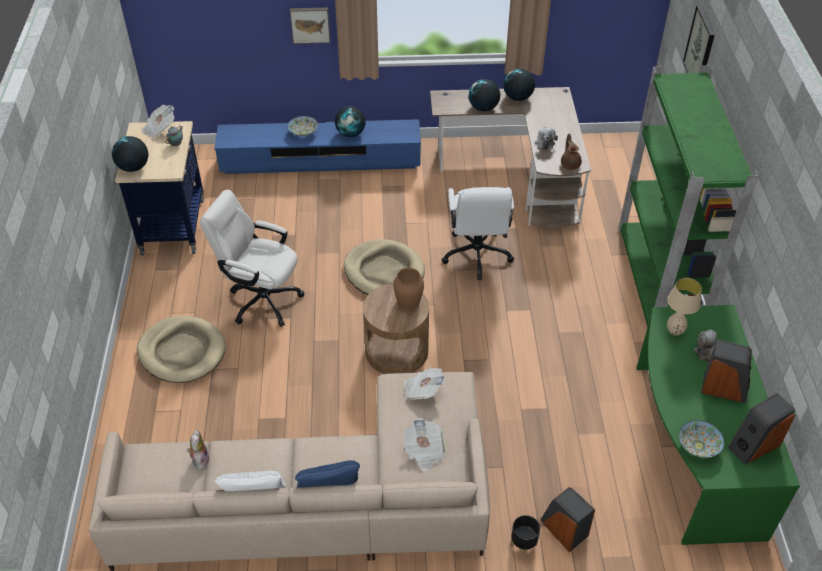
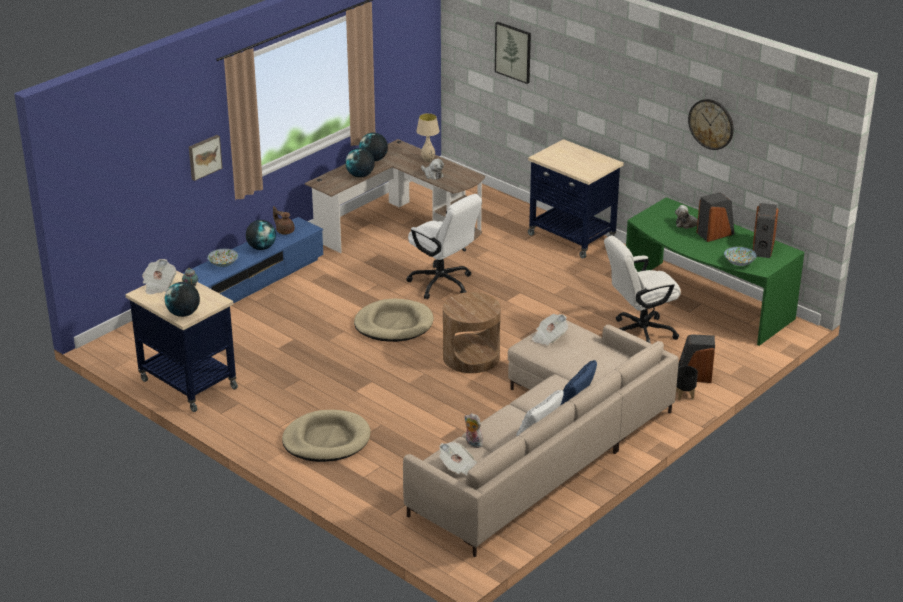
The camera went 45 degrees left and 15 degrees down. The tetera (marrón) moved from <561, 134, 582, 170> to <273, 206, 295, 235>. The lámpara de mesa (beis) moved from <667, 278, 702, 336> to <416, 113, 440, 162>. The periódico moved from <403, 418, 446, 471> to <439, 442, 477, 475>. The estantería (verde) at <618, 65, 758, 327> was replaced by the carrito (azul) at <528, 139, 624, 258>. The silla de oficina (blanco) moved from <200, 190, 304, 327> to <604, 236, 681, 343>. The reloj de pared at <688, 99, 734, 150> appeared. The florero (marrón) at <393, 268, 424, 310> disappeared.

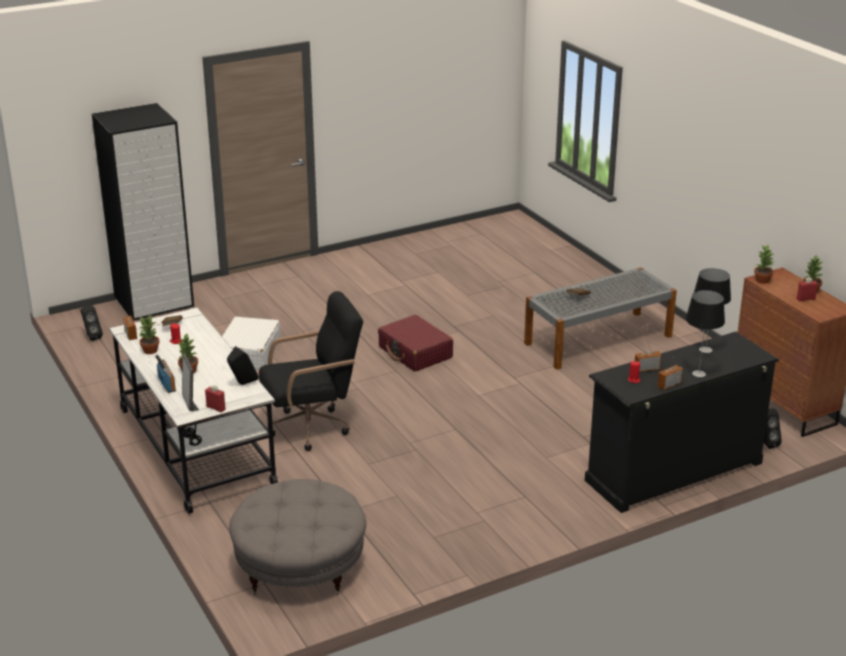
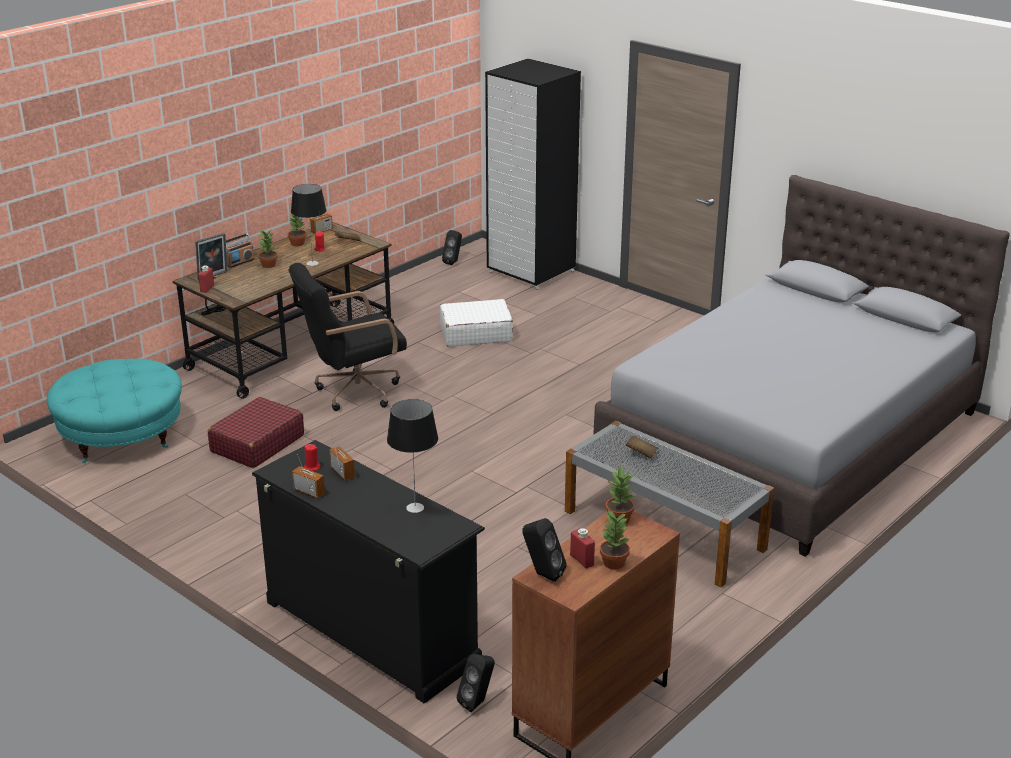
The camera went 70 degrees right and 0 degrees up. The puf (gris) at <229, 479, 366, 595> became the puf (turquesa) at <47, 359, 182, 463>. The escritorio (blanco) at <109, 308, 278, 514> became the escritorio (marrón) at <172, 222, 394, 399>. The maleta (rojo) moved from <378, 315, 453, 372> to <208, 397, 304, 468>. The silla de oficina (negro) at <259, 291, 363, 451> turned 105 degrees clockwise. The lámpara de mesa moved from <686, 290, 725, 377> to <291, 184, 327, 266>. The altavoz (negro) moved from <227, 346, 259, 385> to <522, 518, 567, 582>. The cama (gris) at <593, 175, 1010, 557> appeared.

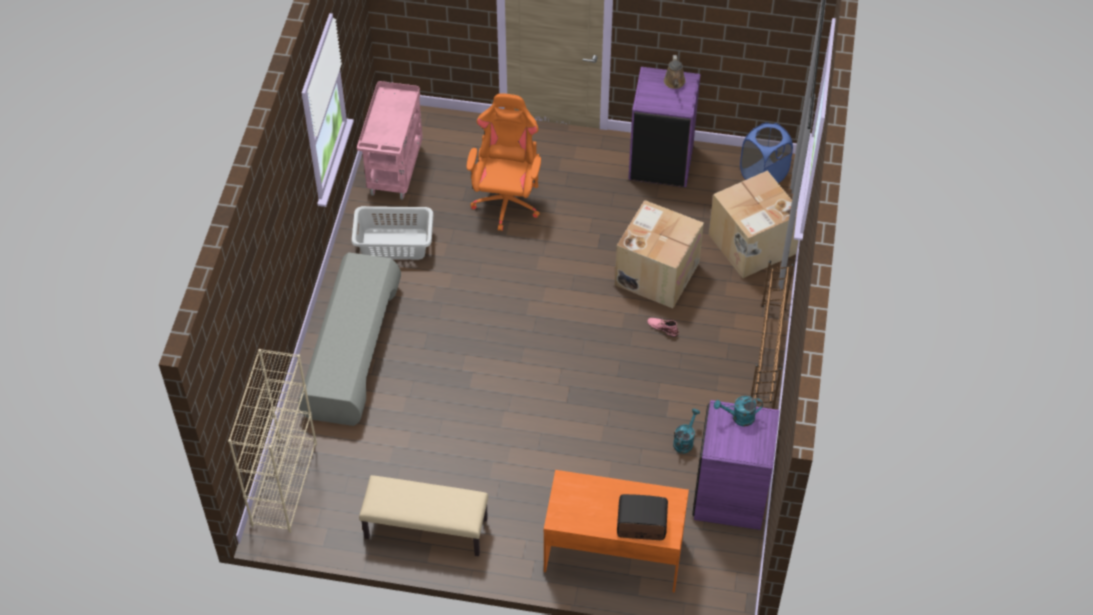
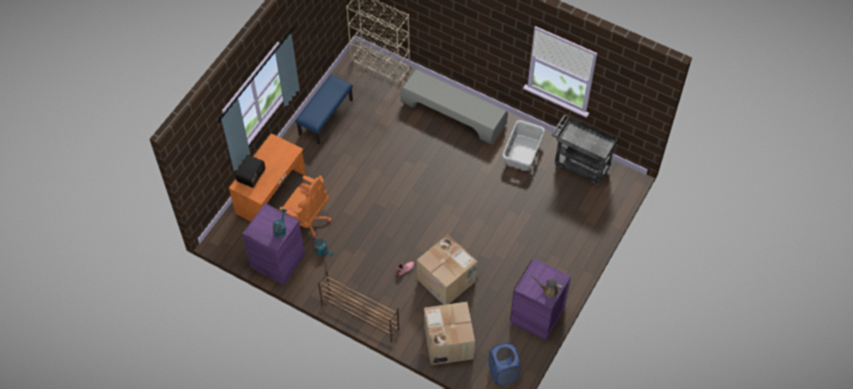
The camera went 110 degrees right and 5 degrees up. The silla de oficina (naranja) moved from <467, 93, 541, 231> to <279, 175, 331, 240>. The banco (beis) at <359, 475, 488, 556> became the banco (azul) at <295, 75, 353, 145>. The carrito (rosa) at <357, 81, 423, 200> became the carrito (negro) at <552, 115, 617, 184>.

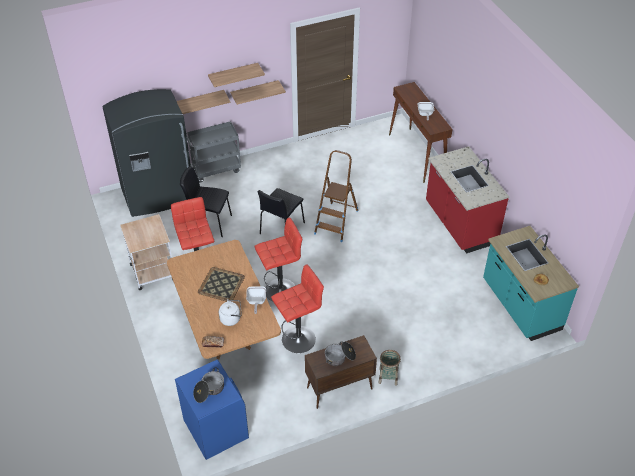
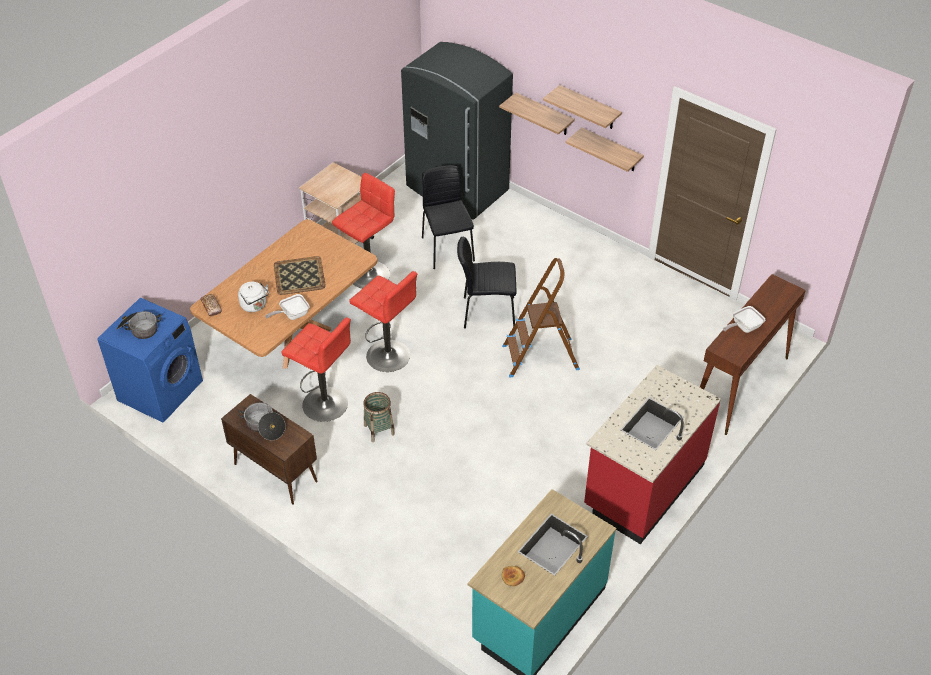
The camera went 60 degrees right and 0 degrees up. The cesta moved from <378, 350, 401, 385> to <363, 392, 395, 442>. The carrito (gris) at <186, 121, 241, 183> disappeared.

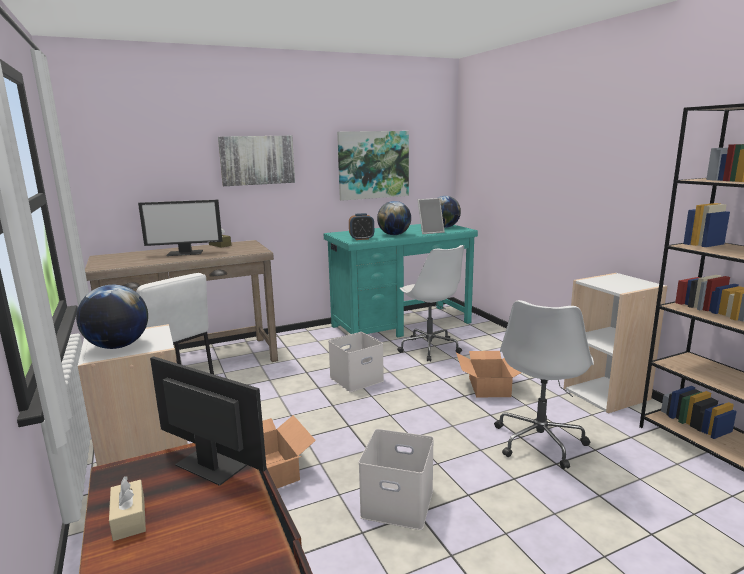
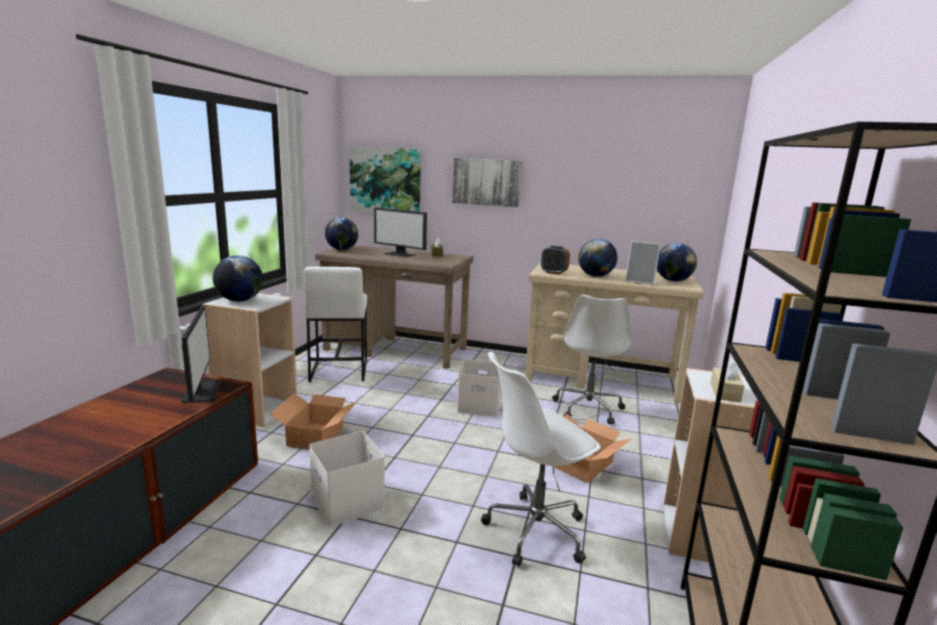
The camera went 40 degrees right and 0 degrees up. The globo terráqueo at <325, 217, 358, 250> appeared. The cuadro moved from <337, 131, 409, 201> to <349, 146, 421, 213>. The escritorio (turquesa) at <324, 224, 478, 337> became the escritorio (beis) at <525, 262, 703, 403>. The caja de pañuelos (beis) moved from <109, 476, 146, 541> to <710, 360, 744, 403>.

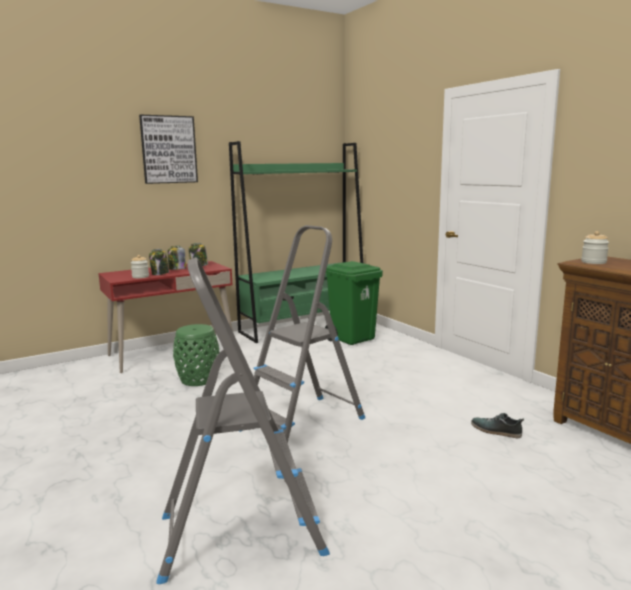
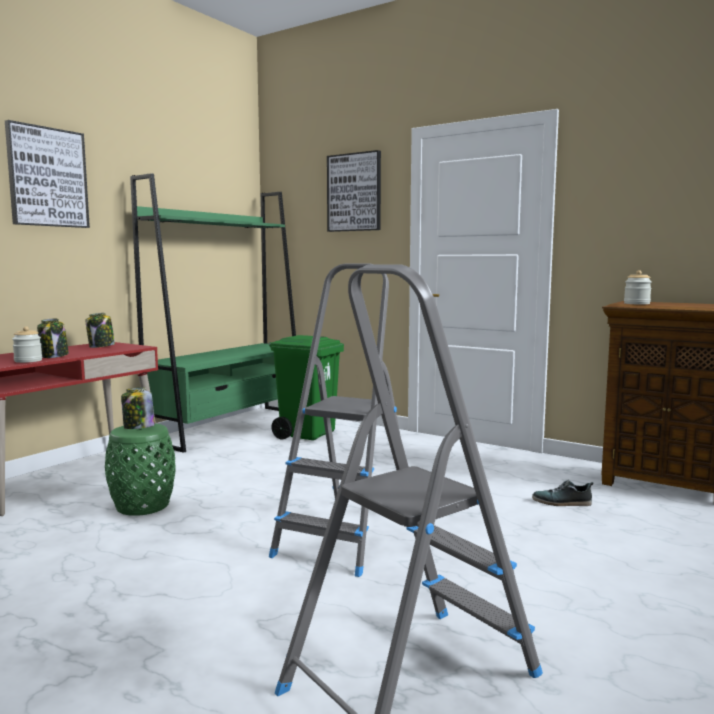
The camera went 25 degrees left and 5 degrees down. The tarro moved from <168, 246, 186, 270> to <121, 388, 155, 429>. The cuadro at <327, 150, 381, 232> appeared.

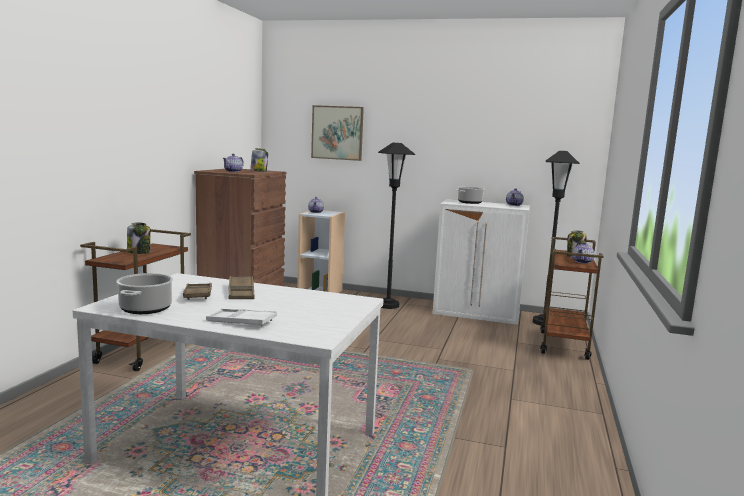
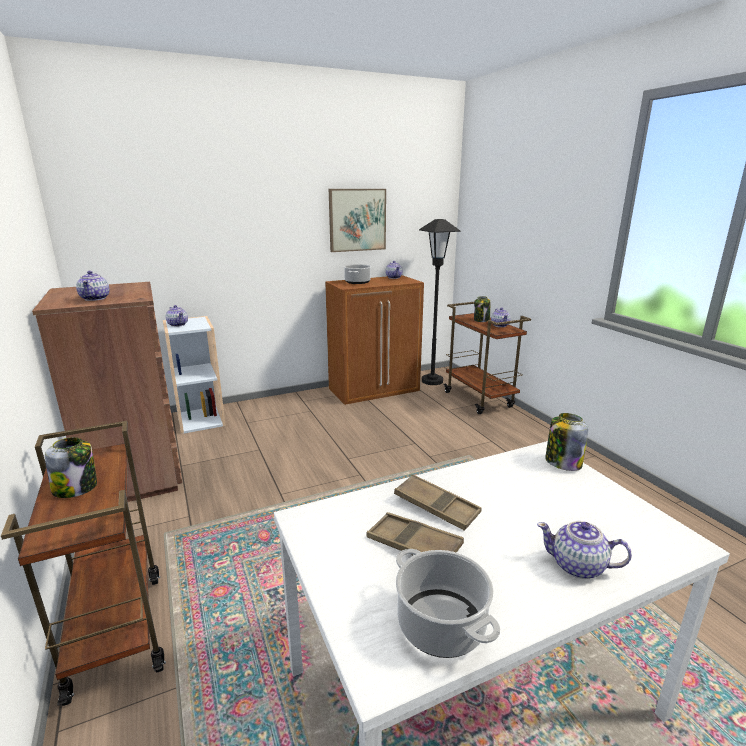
The camera went 40 degrees left and 10 degrees up. The armario (blanco) at <433, 199, 530, 325> became the armario (marrón) at <325, 275, 424, 405>. The cuadro moved from <311, 105, 364, 161> to <329, 189, 386, 252>. The bandeja (blanco) at <206, 308, 277, 326> was replaced by the tetera at <537, 521, 632, 579>. The tarro moved from <250, 148, 268, 172> to <545, 413, 588, 471>. The lámpara de pie (negro) at <378, 143, 415, 309> disappeared.

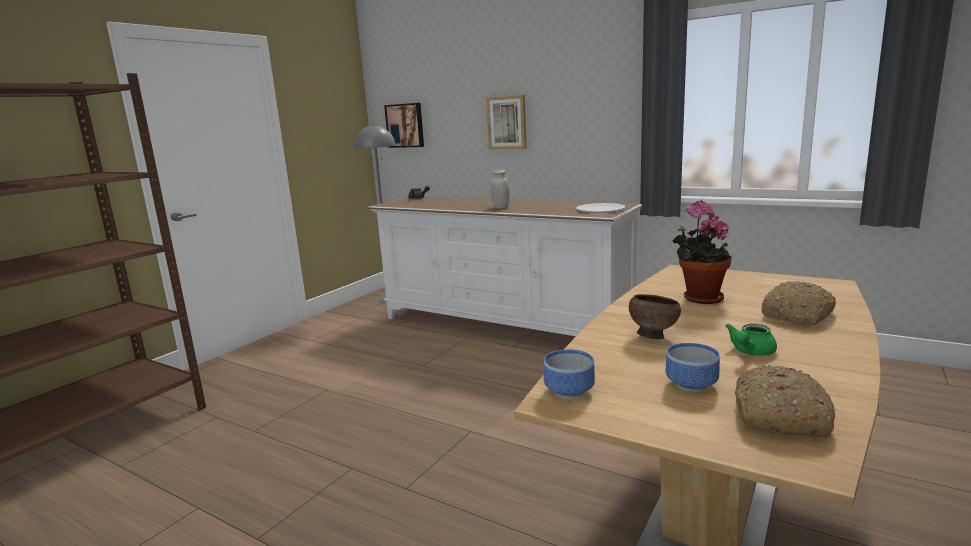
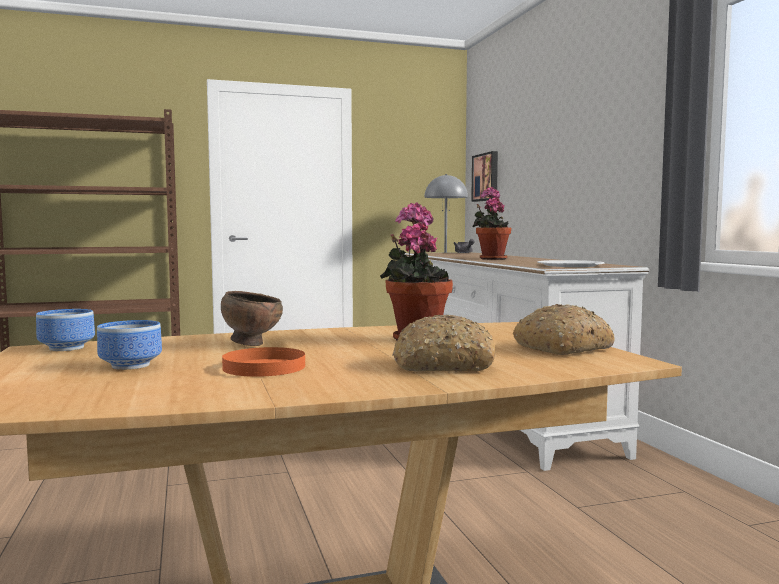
The camera went 40 degrees right and 10 degrees down. The tetera (verde) at <725, 323, 777, 356> was replaced by the plato (naranja) at <222, 347, 305, 377>. The tarro (blanco) at <491, 170, 509, 208> was replaced by the planta en maceta at <472, 187, 511, 260>. The pan moved from <735, 365, 836, 437> to <513, 304, 614, 355>. The cuadro at <486, 95, 527, 150> disappeared.

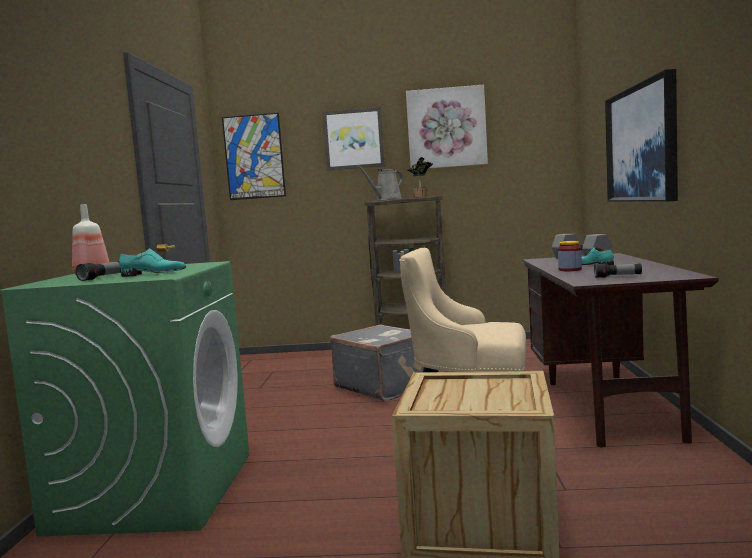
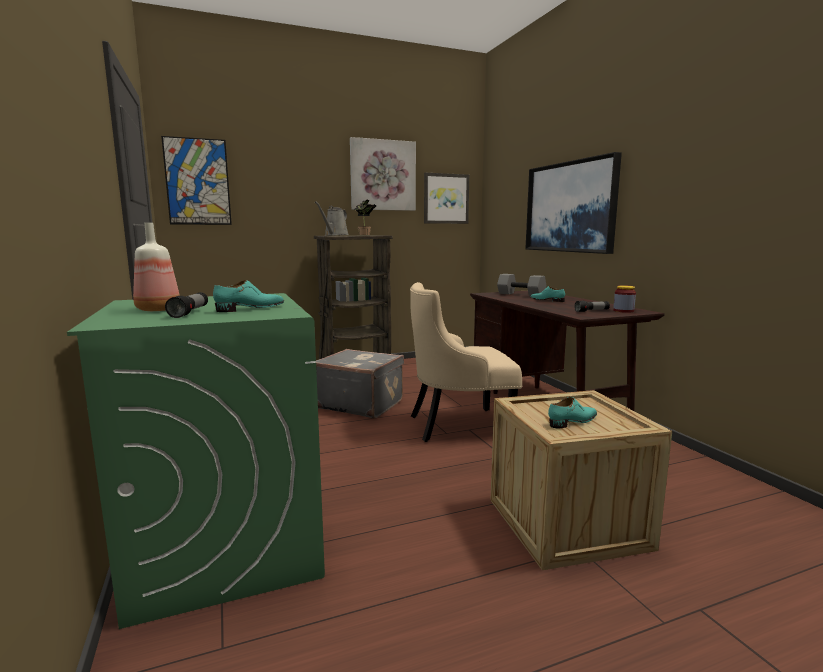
The camera went 25 degrees left and 5 degrees up. The cuadro moved from <322, 107, 385, 171> to <424, 173, 469, 224>. The zapato (turquesa) at <548, 397, 597, 428> appeared. The tarro moved from <558, 241, 582, 271> to <613, 285, 636, 313>.

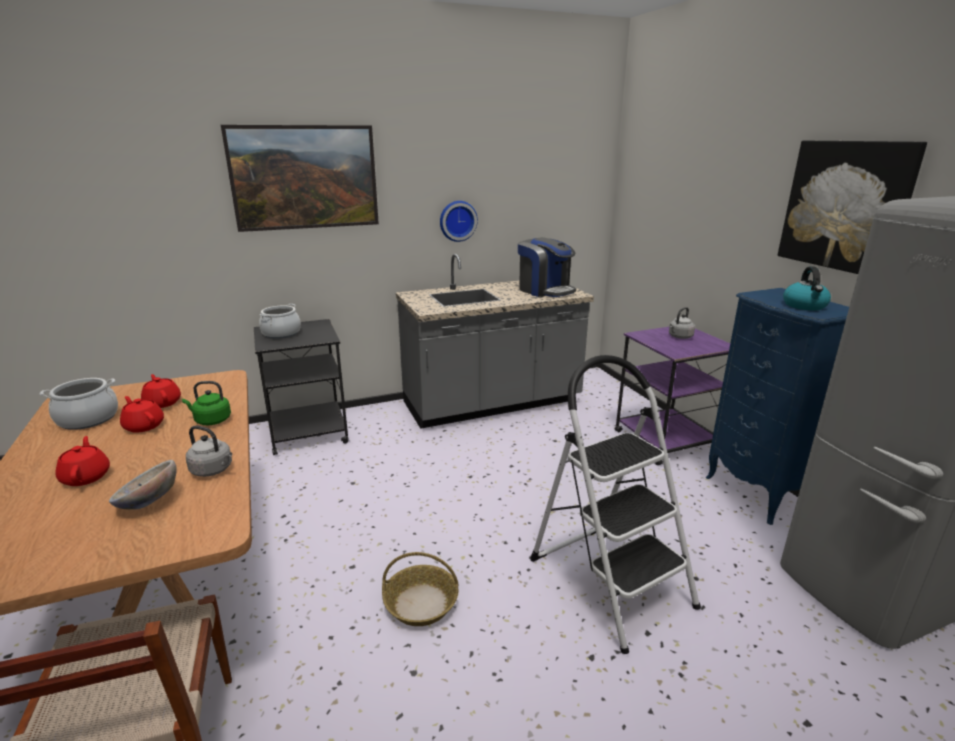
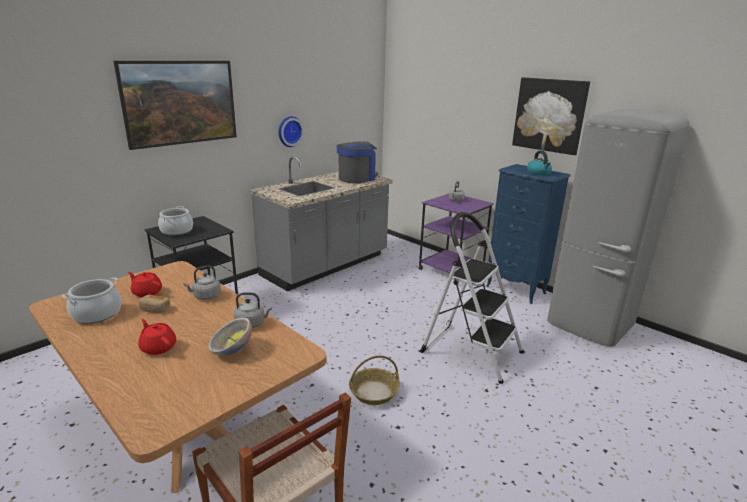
The camera went 25 degrees left and 0 degrees up. The tetera (rojo) at <120, 396, 164, 433> was replaced by the pan at <139, 295, 170, 313>. The hervidor (verde) at <182, 381, 231, 425> became the hervidor (gris) at <183, 265, 221, 300>. The cafetera at <518, 237, 576, 297> turned 75 degrees counterclockwise.

